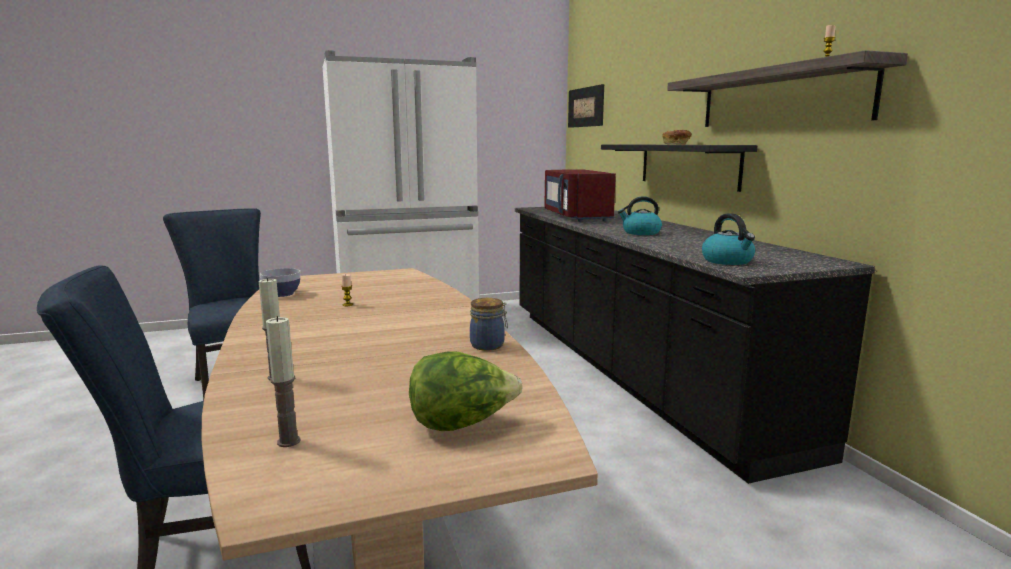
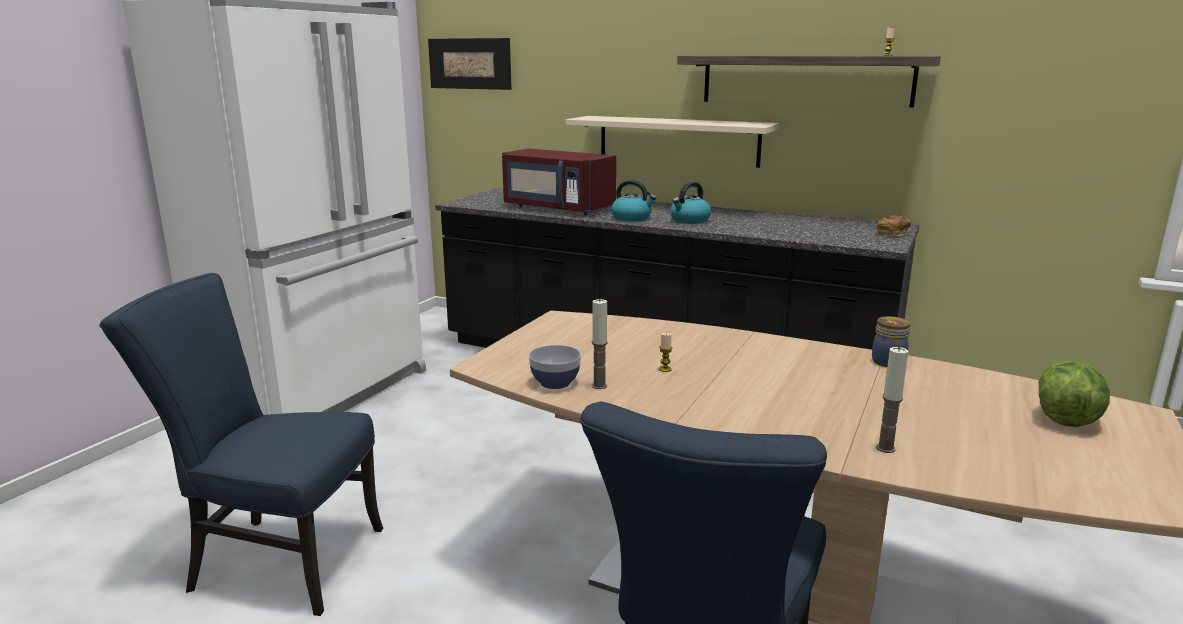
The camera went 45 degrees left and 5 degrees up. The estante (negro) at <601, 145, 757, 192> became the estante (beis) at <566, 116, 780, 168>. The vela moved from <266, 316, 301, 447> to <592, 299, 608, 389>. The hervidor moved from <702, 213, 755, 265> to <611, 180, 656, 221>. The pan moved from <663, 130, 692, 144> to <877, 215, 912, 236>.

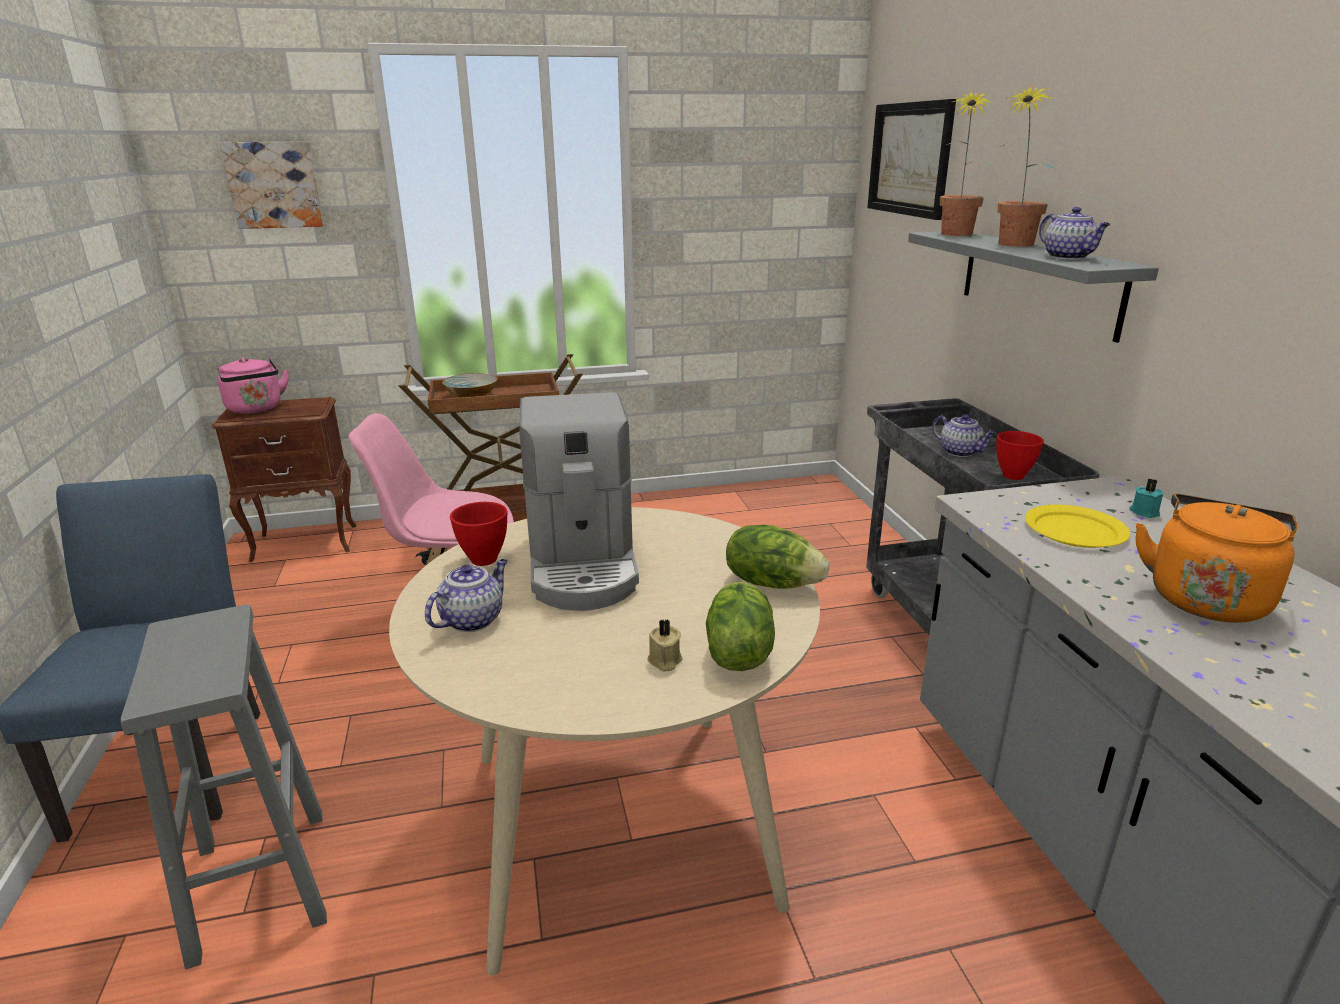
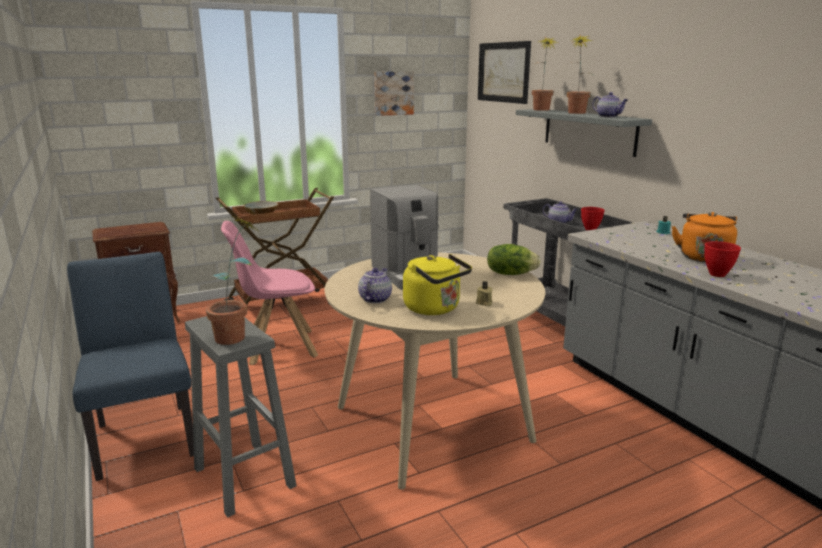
The camera went 15 degrees left and 5 degrees down. The planta en maceta at <206, 216, 258, 345> appeared. The cuadro moved from <220, 141, 324, 229> to <374, 71, 414, 116>. The hervidor (amarillo) at <403, 254, 472, 315> appeared. The cuenco (rojo) moved from <450, 502, 508, 566> to <704, 241, 741, 277>. The hervidor (rosa) at <217, 357, 289, 414> disappeared. The lechuga at <706, 582, 775, 671> disappeared. The plato (amarillo) at <1025, 505, 1130, 548> disappeared.

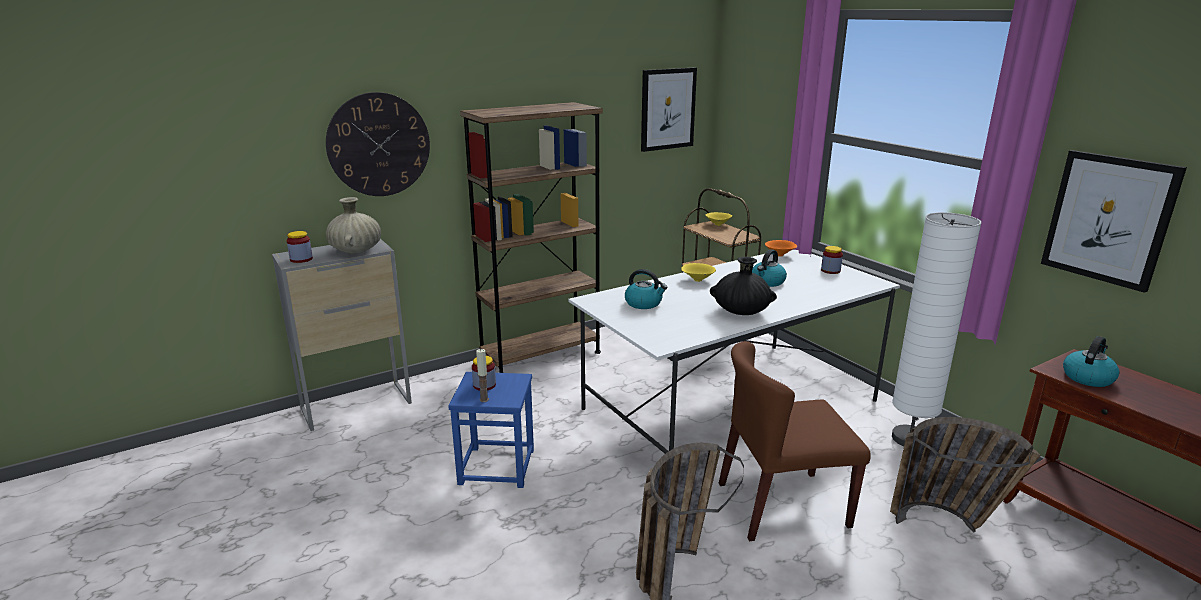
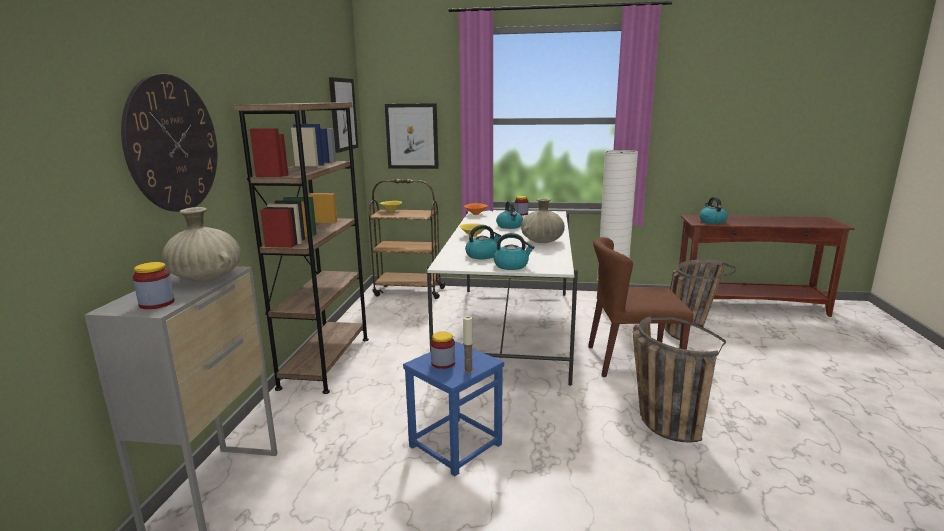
The camera went 50 degrees left and 5 degrees down. The cuadro moved from <1041, 150, 1187, 293> to <385, 103, 439, 169>. The hervidor at <493, 233, 534, 270> appeared. The florero (negro) at <710, 257, 777, 315> became the florero (beis) at <521, 198, 565, 243>. The silla (marrón) at <719, 341, 871, 541> turned 60 degrees clockwise.

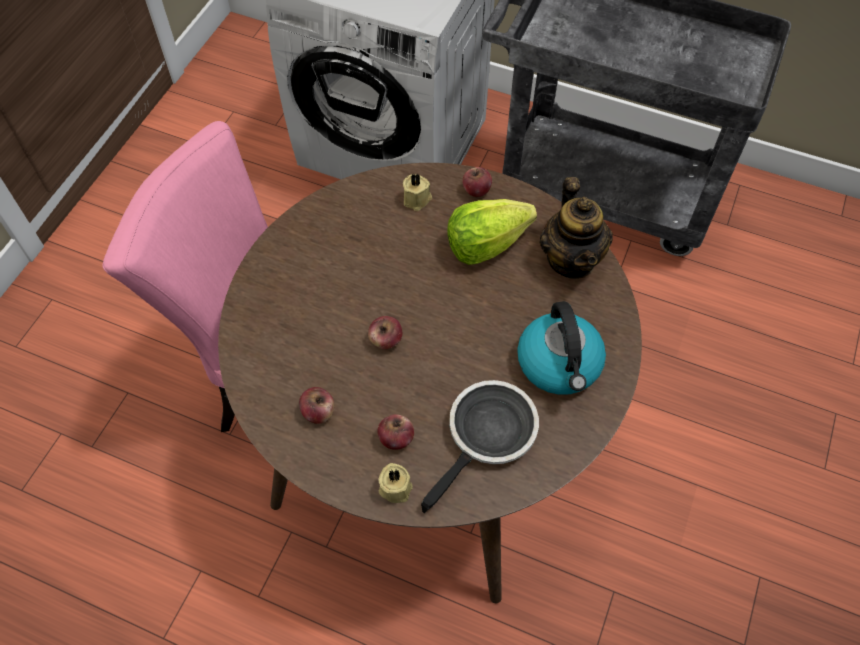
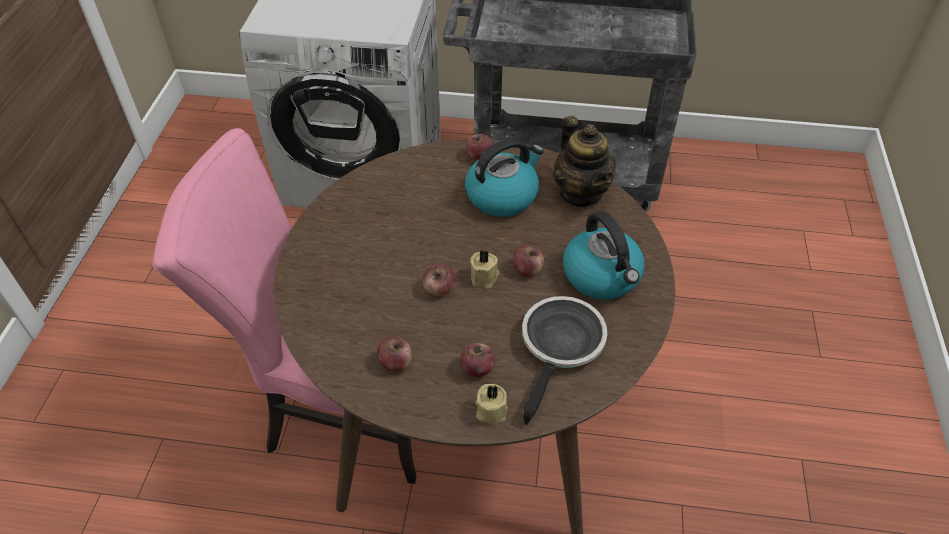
The camera went 15 degrees left and 10 degrees down. The lechuga at <447, 199, 537, 265> was replaced by the hervidor at <465, 138, 544, 217>. The vela (beis) moved from <403, 173, 432, 211> to <470, 250, 500, 289>. The manzana at <513, 244, 544, 277> appeared.

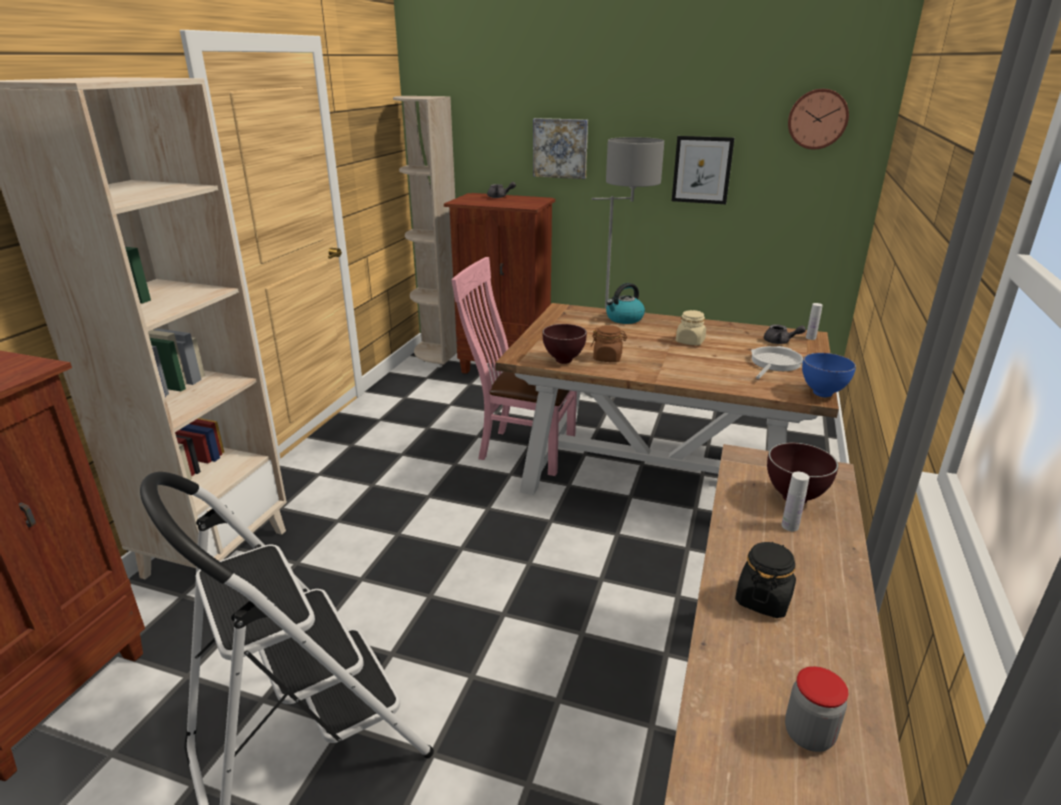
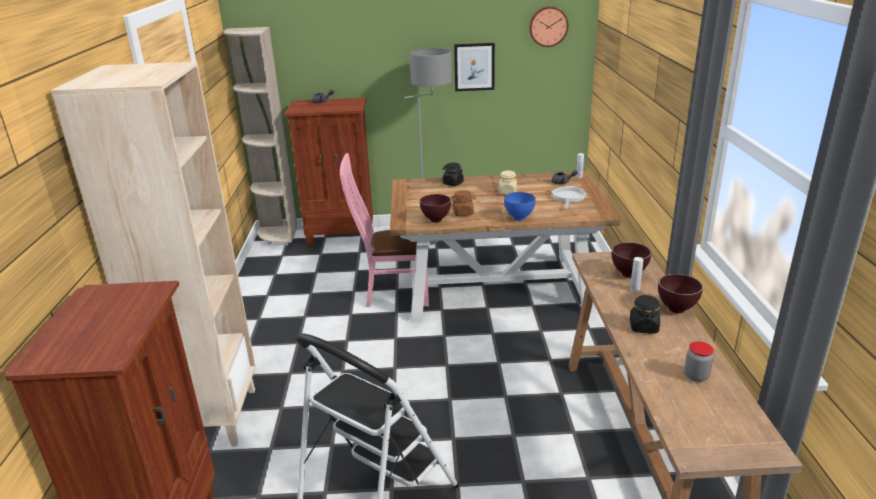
The camera went 20 degrees left and 0 degrees up. The hervidor at <606, 283, 645, 324> was replaced by the tarro (negro) at <442, 163, 463, 186>. The cuenco (azul) moved from <802, 353, 856, 397> to <504, 192, 536, 221>. The cuenco (marrón) at <658, 274, 703, 314> appeared. The cuadro at <533, 118, 588, 179> disappeared.

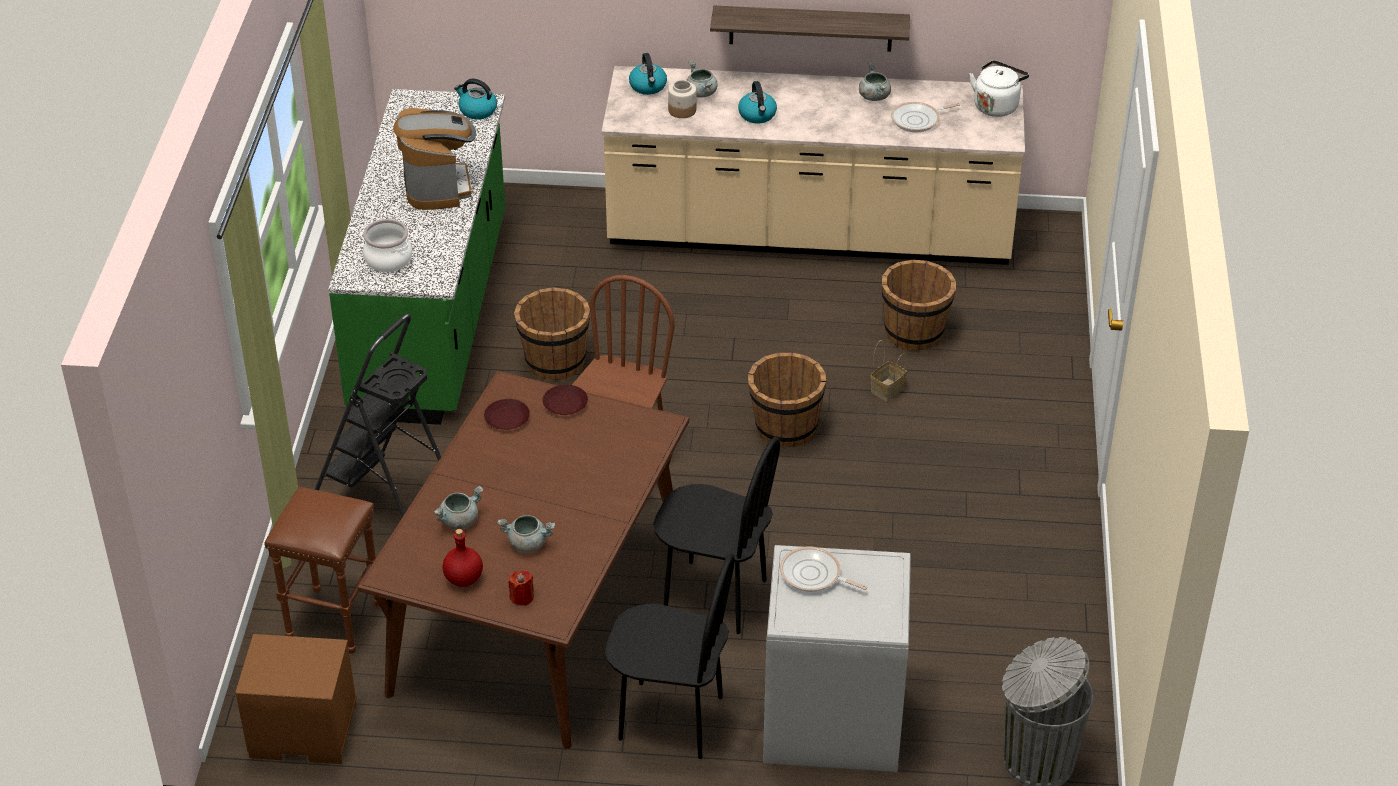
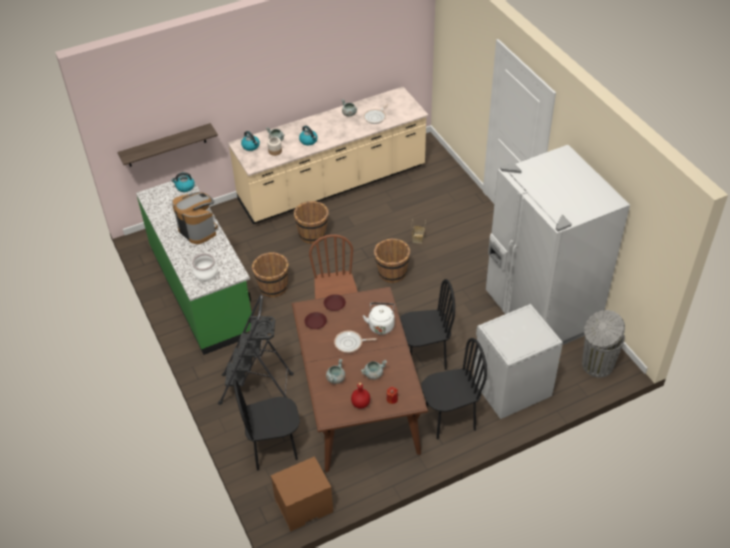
The camera went 30 degrees left and 5 degrees up. The estante moved from <710, 6, 910, 52> to <117, 123, 218, 167>. The taburete (marrón) at <264, 487, 379, 654> was replaced by the silla (negro) at <233, 379, 300, 470>. The cubo (marrón) moved from <881, 259, 956, 351> to <294, 201, 329, 244>. The sartén moved from <780, 547, 867, 592> to <334, 331, 377, 353>. The hervidor (blanco) moved from <969, 60, 1029, 117> to <363, 302, 395, 335>. The nevera (blanco) at <486, 145, 630, 345> appeared.

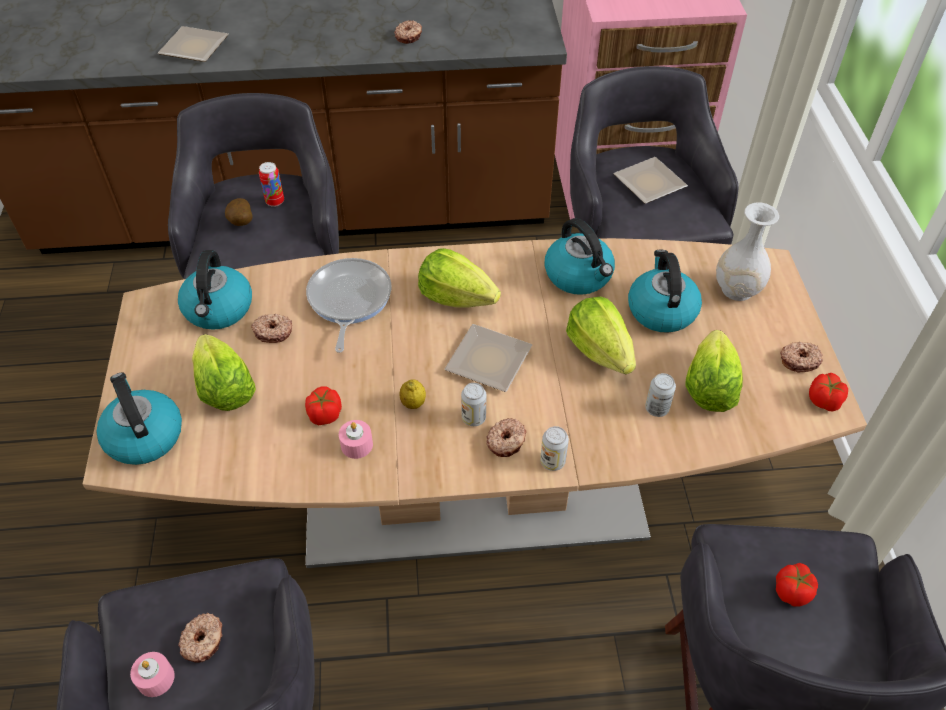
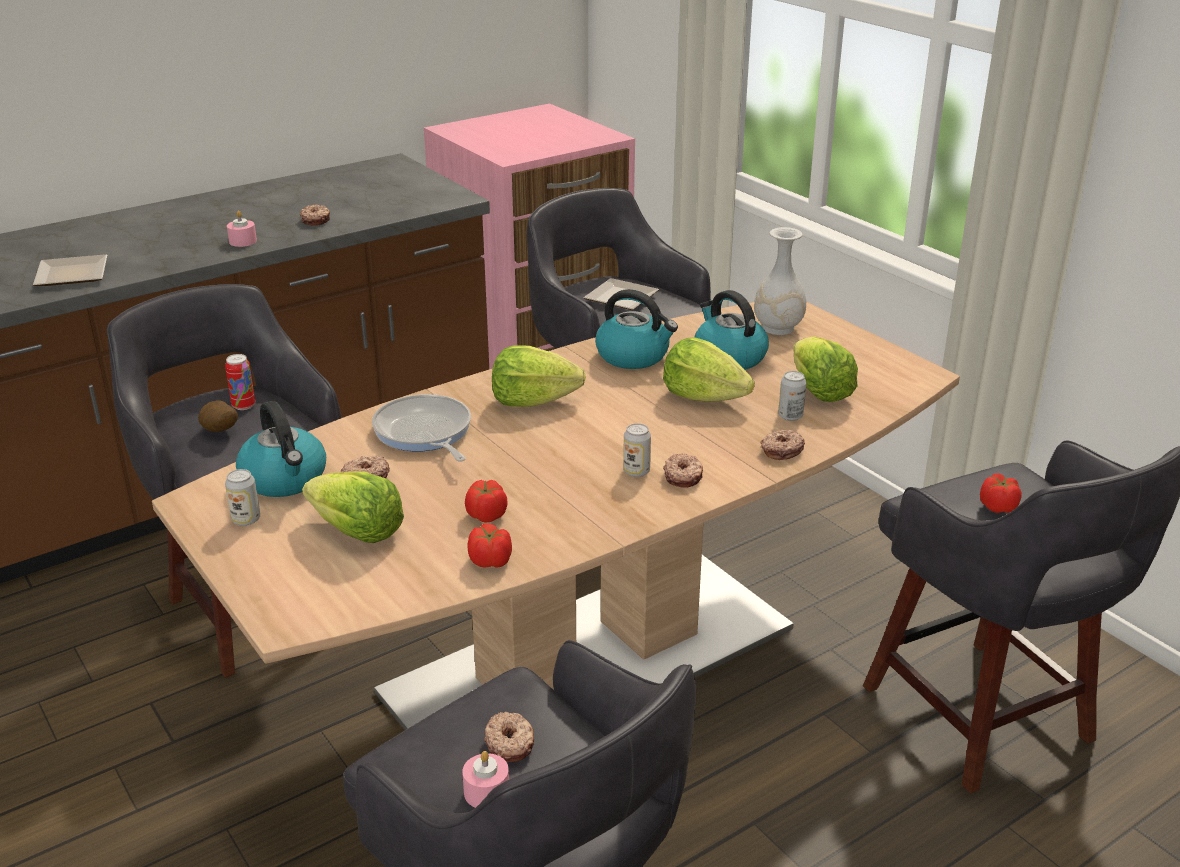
The camera went 30 degrees left and 20 degrees down. The lata moved from <540, 426, 569, 471> to <225, 469, 260, 526>. The vela (rosa) moved from <339, 420, 373, 459> to <227, 211, 257, 247>. The tomate moved from <809, 373, 848, 411> to <468, 523, 512, 568>. The rosquilla moved from <780, 342, 823, 372> to <761, 430, 805, 460>. The hervidor at <96, 372, 182, 465> disappeared. The limón at <399, 379, 426, 409> disappeared. The plato at <445, 324, 532, 392> disappeared.

